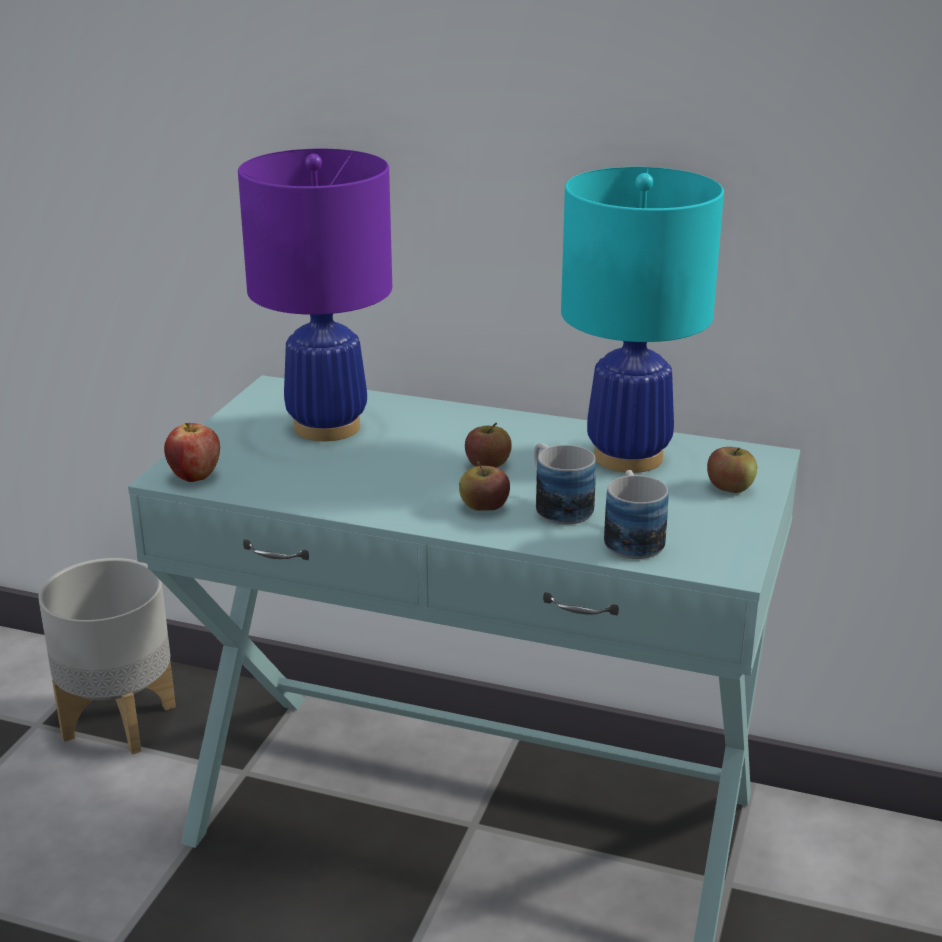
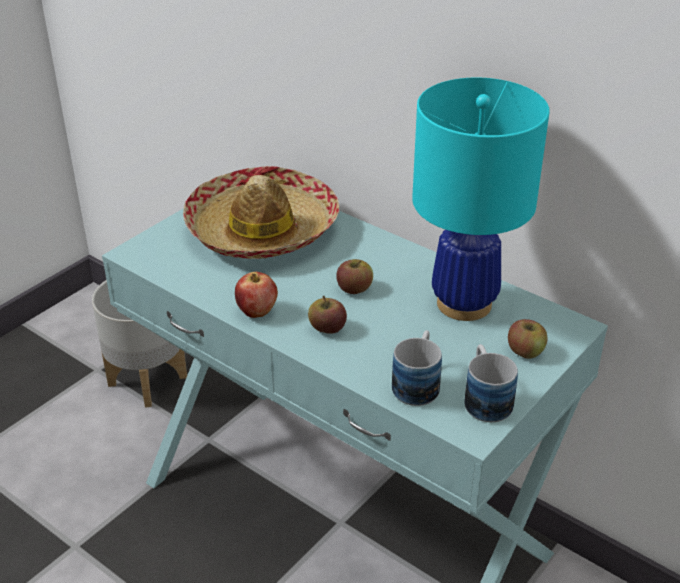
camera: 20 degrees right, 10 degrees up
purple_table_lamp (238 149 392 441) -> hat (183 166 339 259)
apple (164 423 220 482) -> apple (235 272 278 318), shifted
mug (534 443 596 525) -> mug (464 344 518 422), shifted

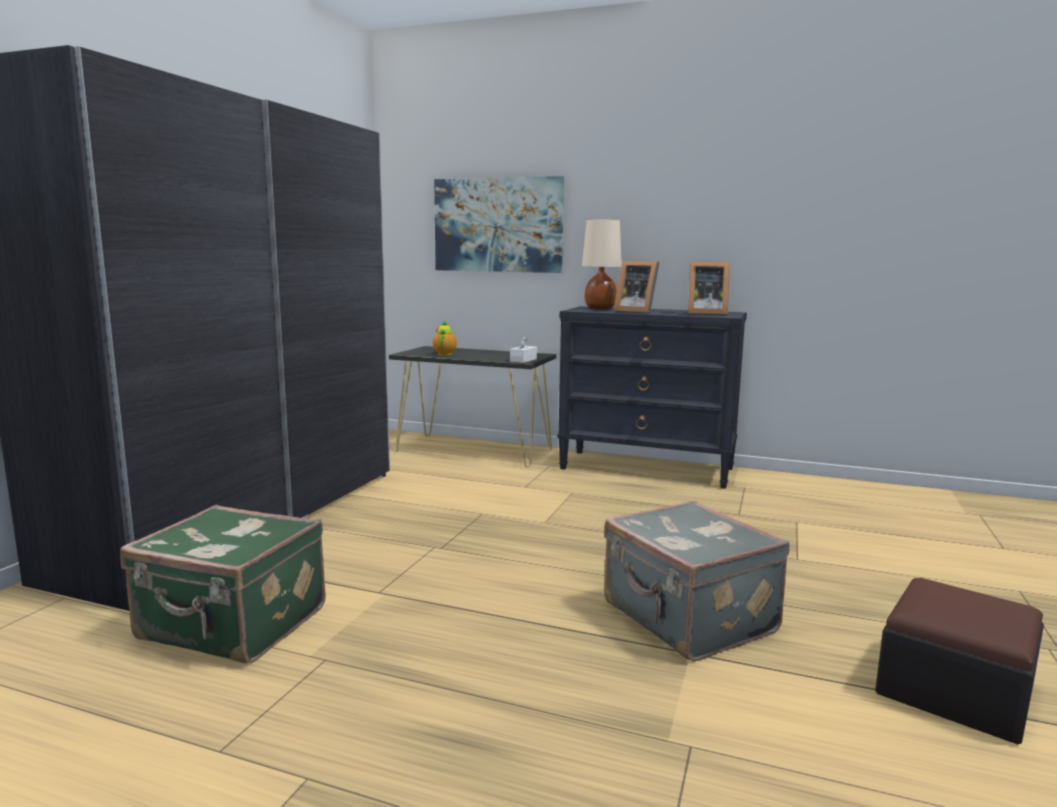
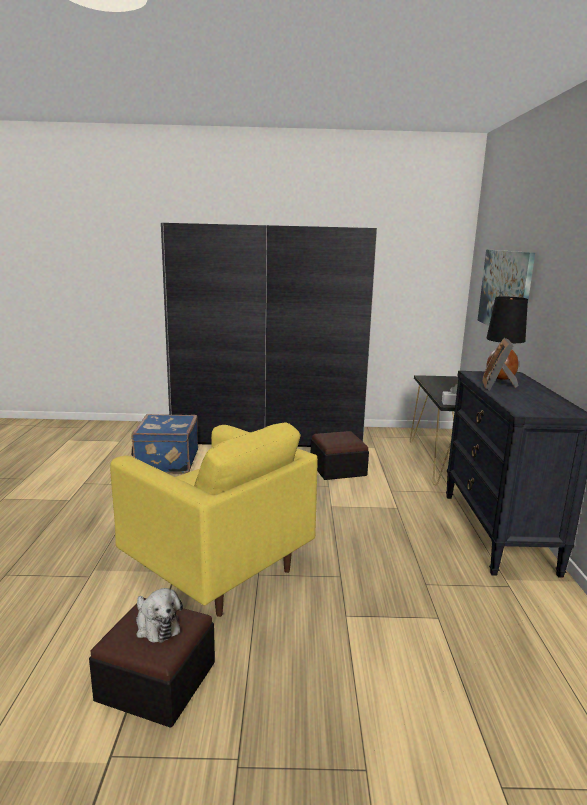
camera: 70 degrees right, 5 degrees up
grey_suitcase (604 501 790 662) -> yellow_armchair (110 422 318 617)
green_suitcase (120 505 326 663) -> blue_suitcase (131 414 198 474)
none -> plush_toy (136 588 183 643)
none -> ottoman (311 431 369 480)
beige_table_lamp (582 219 622 310) -> black_table_lamp (486 296 528 380)
teapot (433 320 457 355) -> none
picture_frame (688 261 730 316) -> none

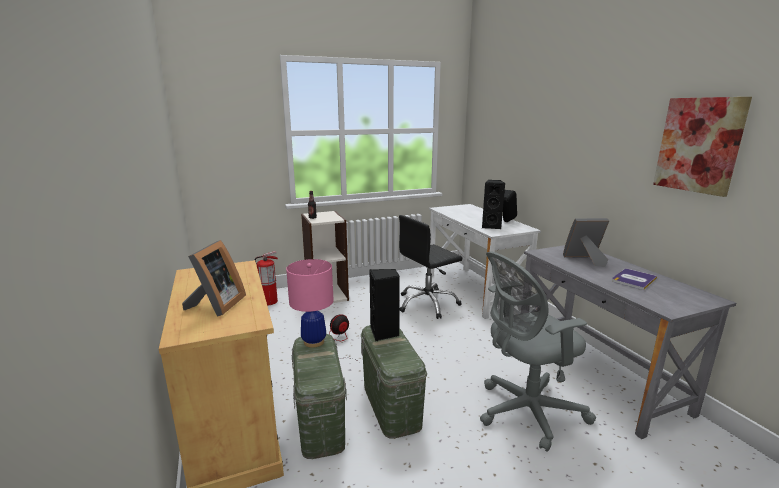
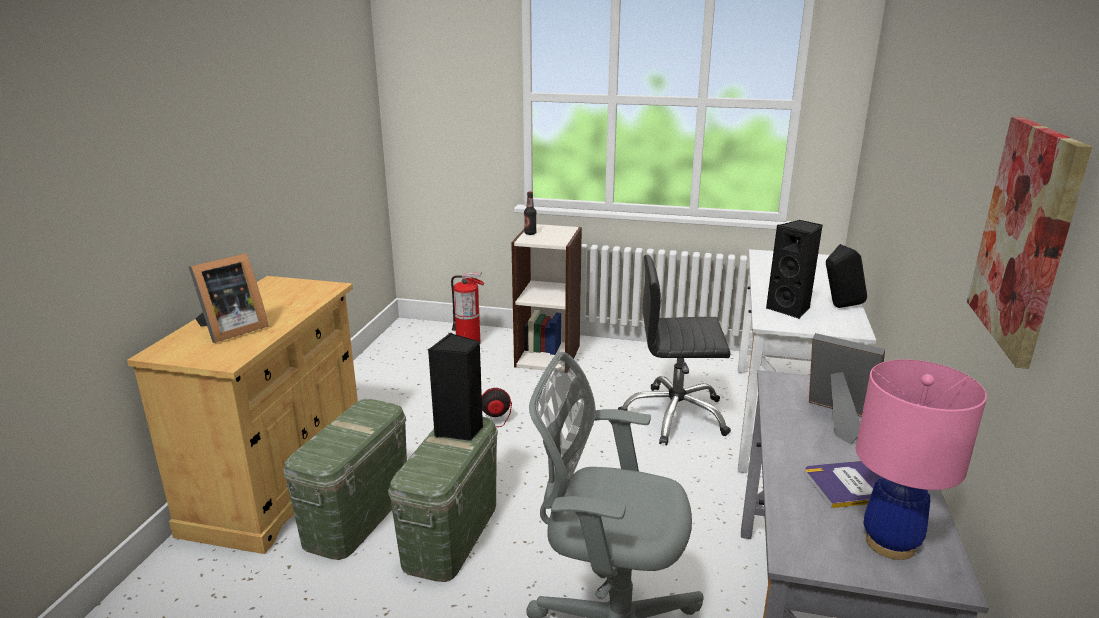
camera: 35 degrees right, 5 degrees up
pink_table_lamp (286 259 334 348) -> pink_table_lamp (856 359 987 560), shifted

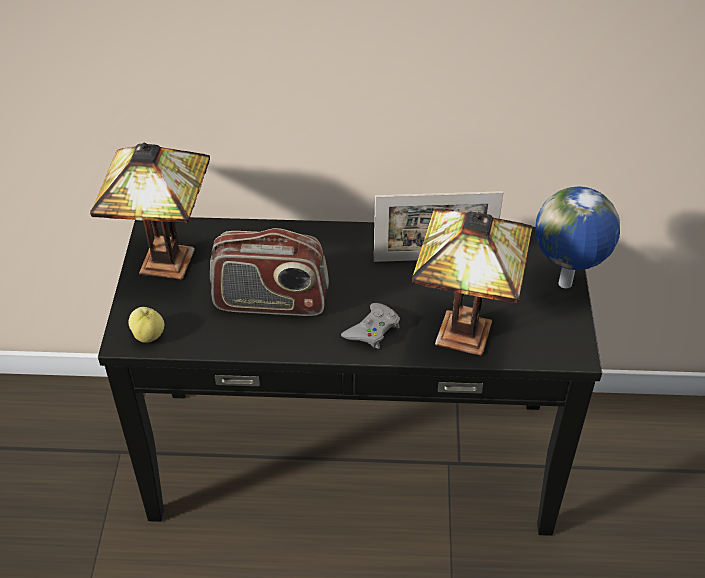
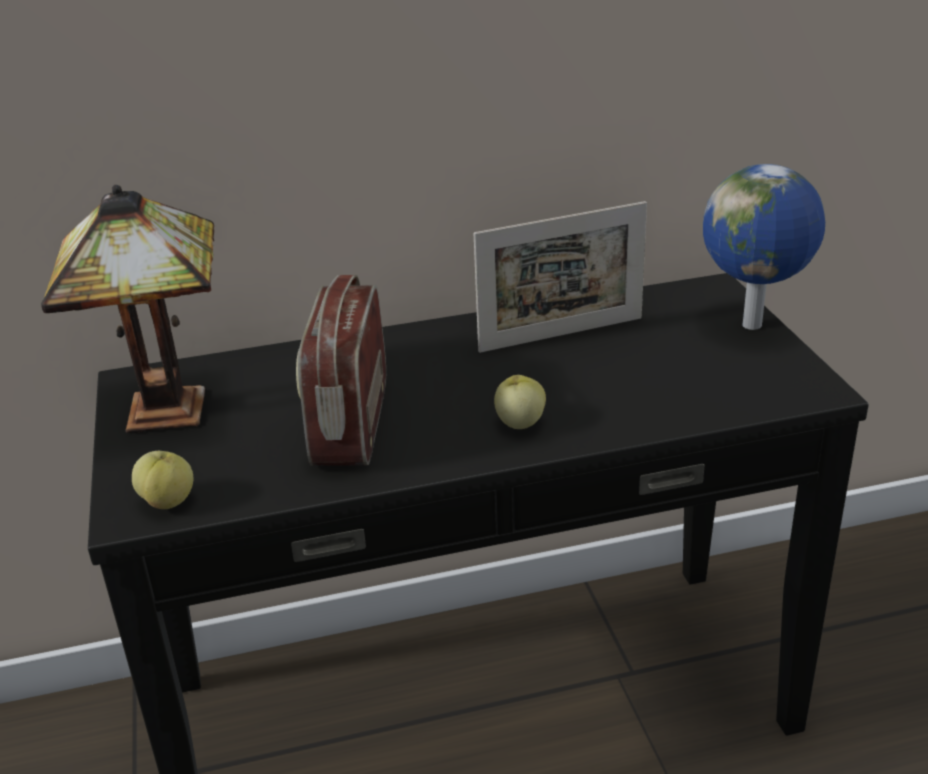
camera: 15 degrees left, 15 degrees down
radio (210 228 329 316) -> radio (296 275 386 466), 105 degrees clockwise
grey_game_controller (341 303 400 349) -> apple (494 375 546 429)
table_lamp (412 209 533 356) -> none

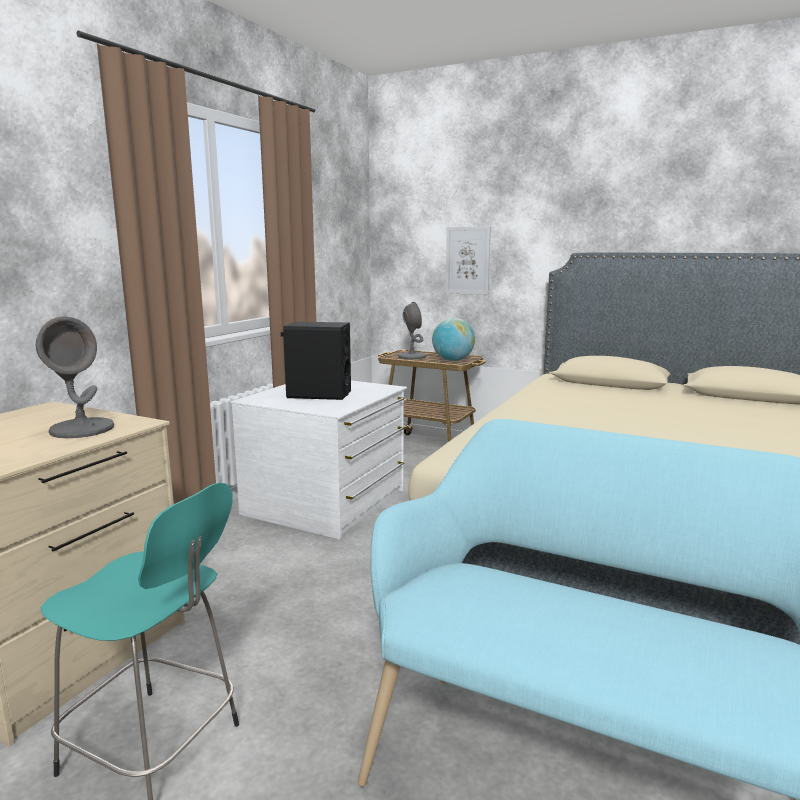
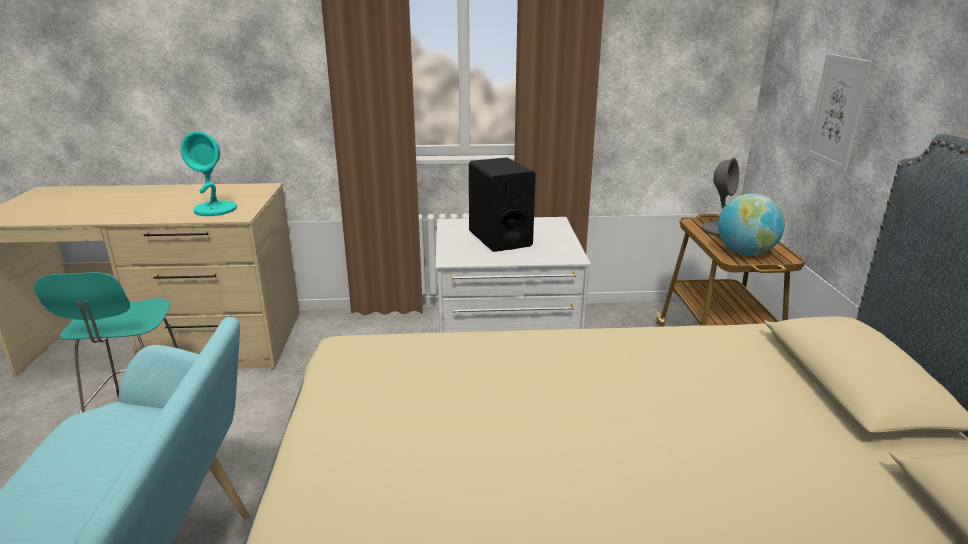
camera: 60 degrees right, 10 degrees up
grey_table_lamp (36 316 114 438) -> turquoise_table_lamp (180 131 237 216)

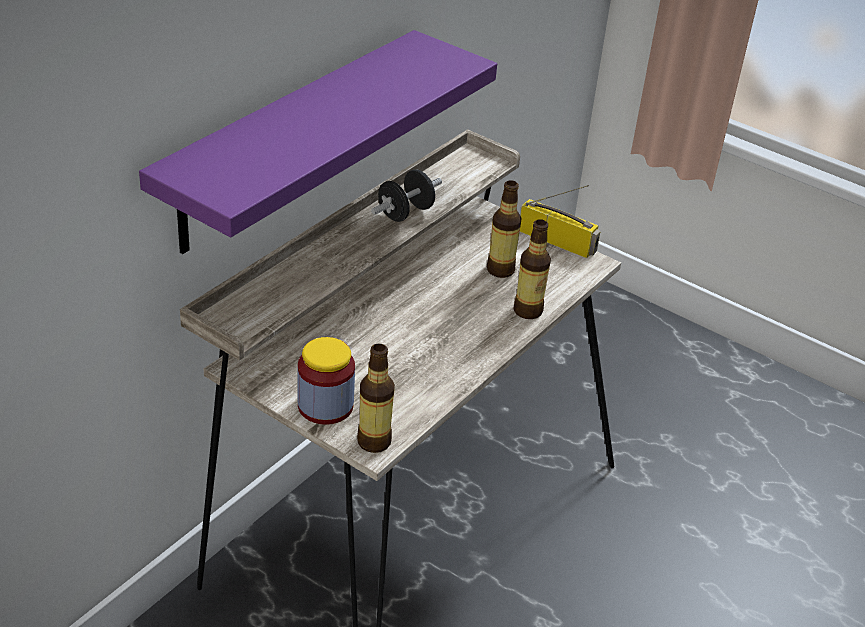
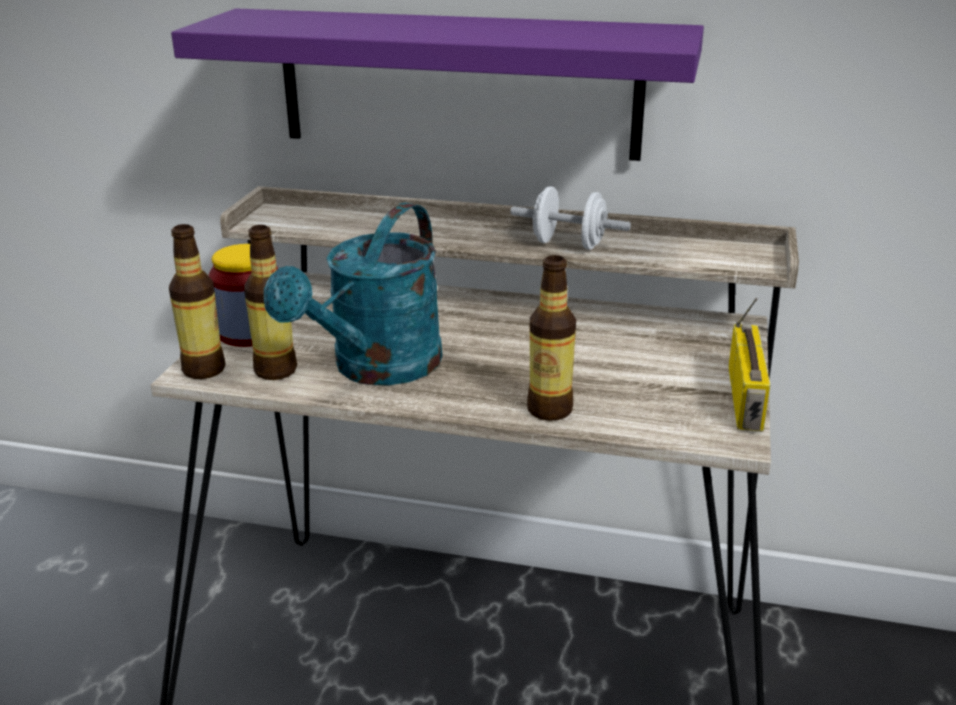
camera: 70 degrees right, 10 degrees down
bottle (487 180 522 278) -> bottle (244 225 297 380), shifted
none -> turquoise_watering_can (264 203 442 386)
black_dumbbell (371 169 442 222) -> white_dumbbell (510 186 631 250)

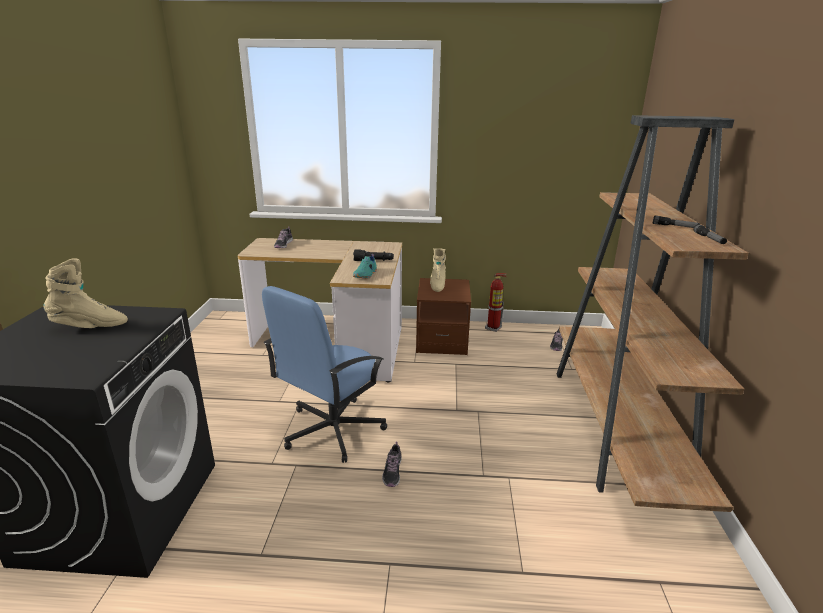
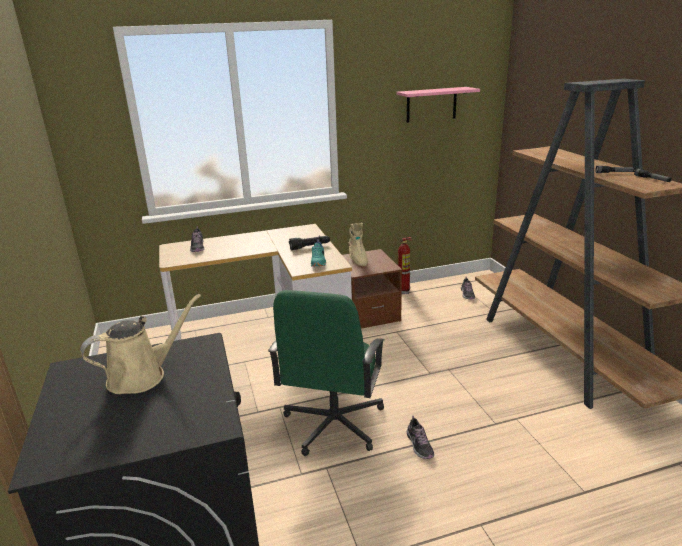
camera: 20 degrees left, 0 degrees up
beige_boot (43 258 128 328) -> beige_watering_can (80 294 201 394)
blue_office_chair (262 286 387 463) -> green_office_chair (268 290 385 456)
none -> pink_shelf (396 87 480 123)

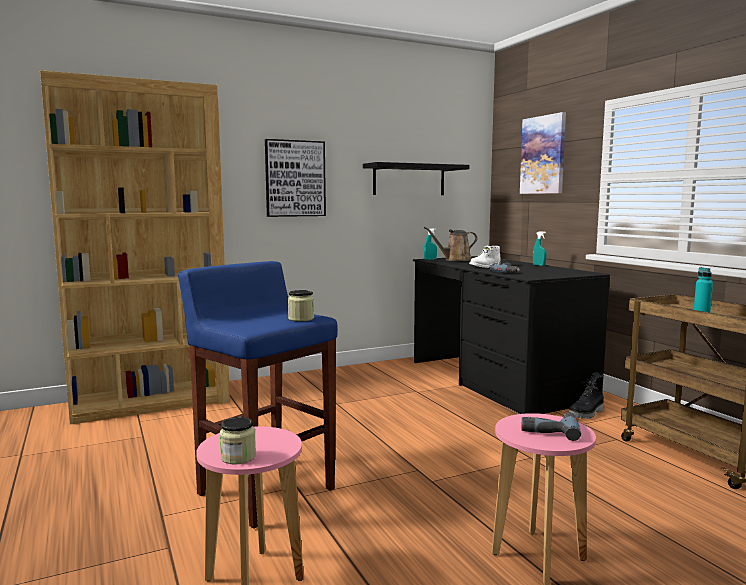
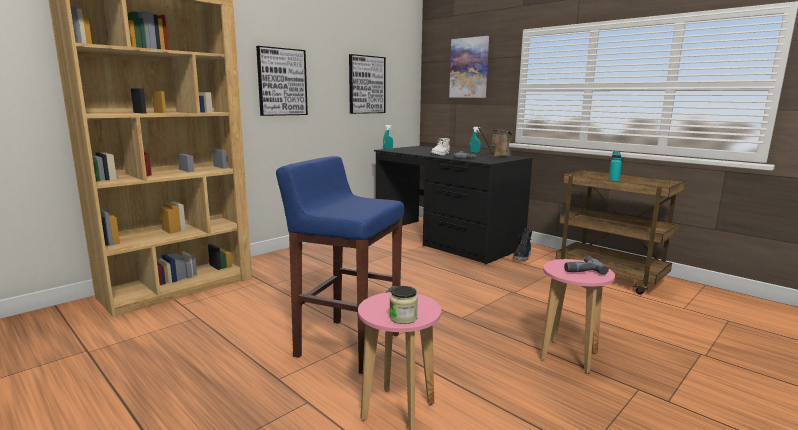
camera: 20 degrees left, 5 degrees up
black_shelf (363 162 469 195) -> picture (349 54 386 114)
brown_watering_can (424 227 477 261) -> brown_watering_can (478 127 512 157), shifted
jar (288 290 314 321) -> none

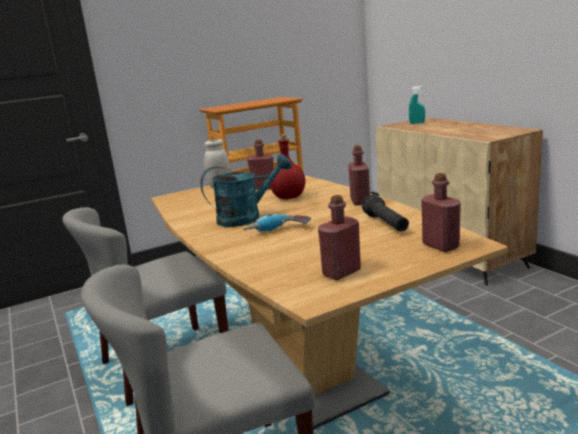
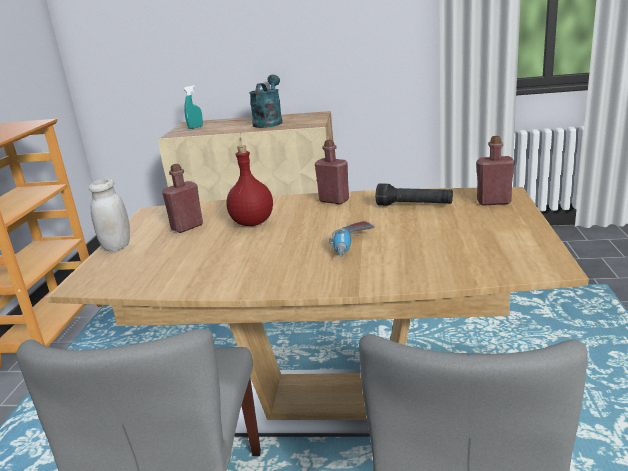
camera: 55 degrees left, 5 degrees up
turquoise_watering_can (200 154 291 227) -> turquoise_watering_can (249 75 283 128), shifted
red_bottle (318 195 361 280) -> none

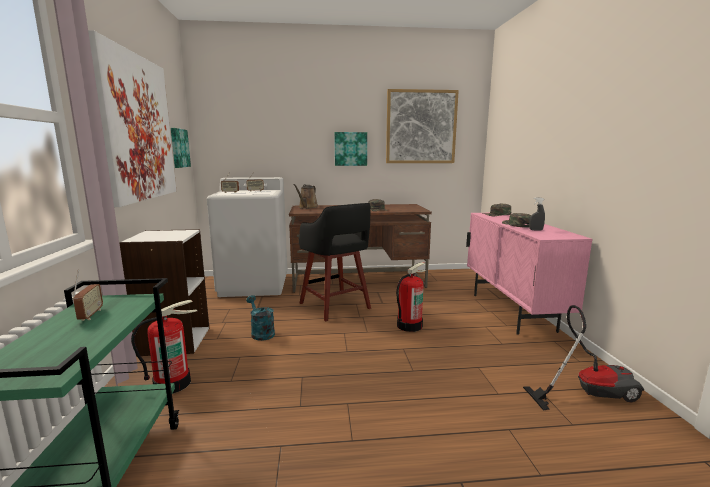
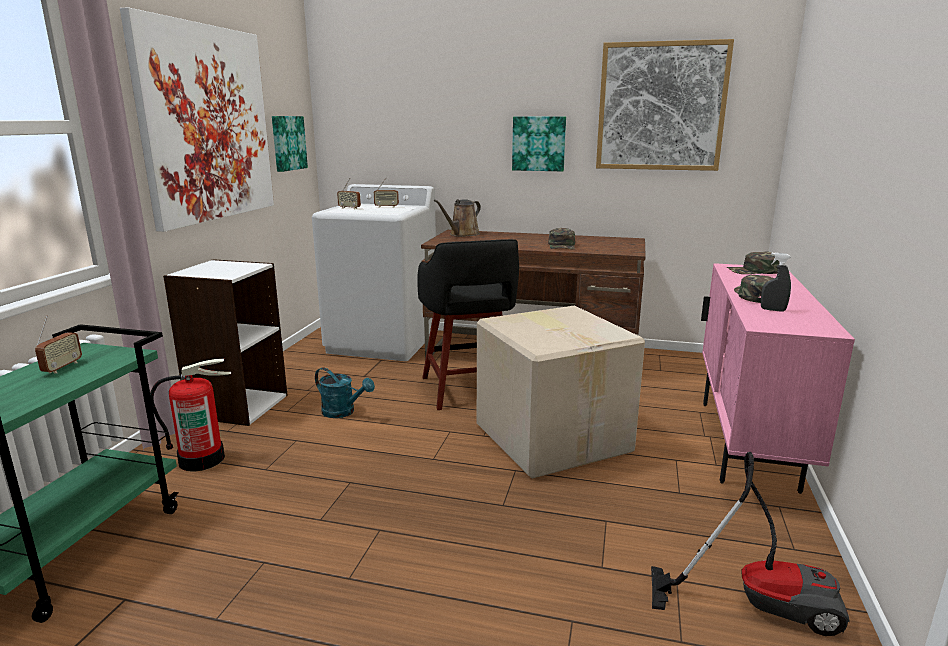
camera: 20 degrees right, 5 degrees up
turquoise_watering_can (246 295 275 341) -> turquoise_watering_can (315 367 375 418), 135 degrees clockwise
fire_extinguisher (396 262 427 332) -> cardboard_box (477 305 645 479)

